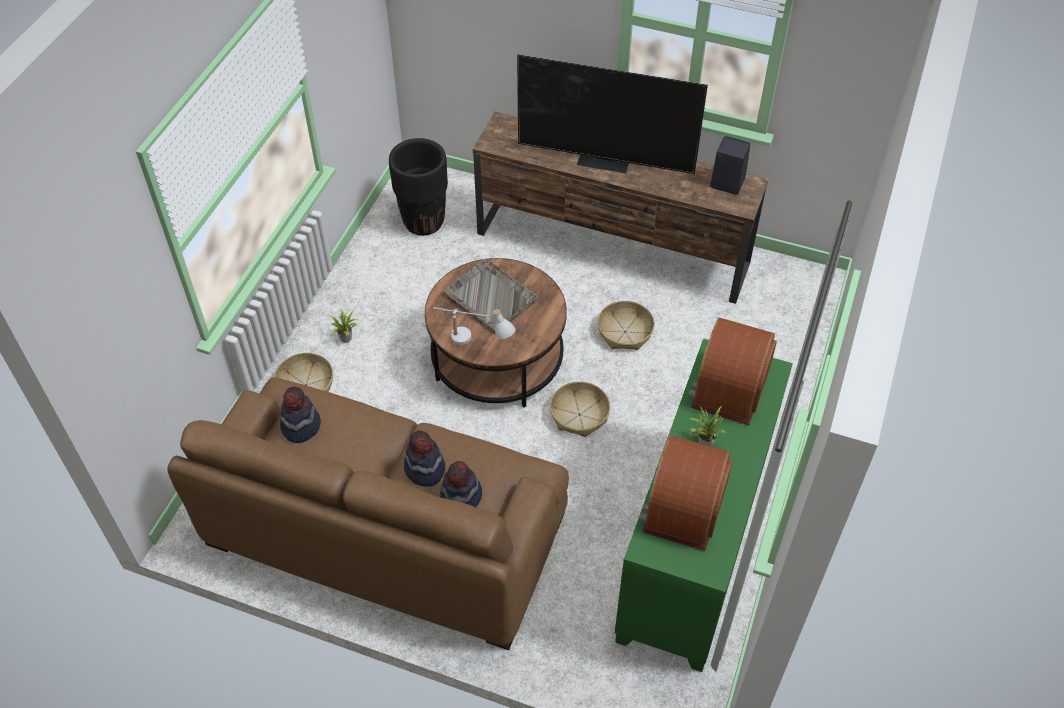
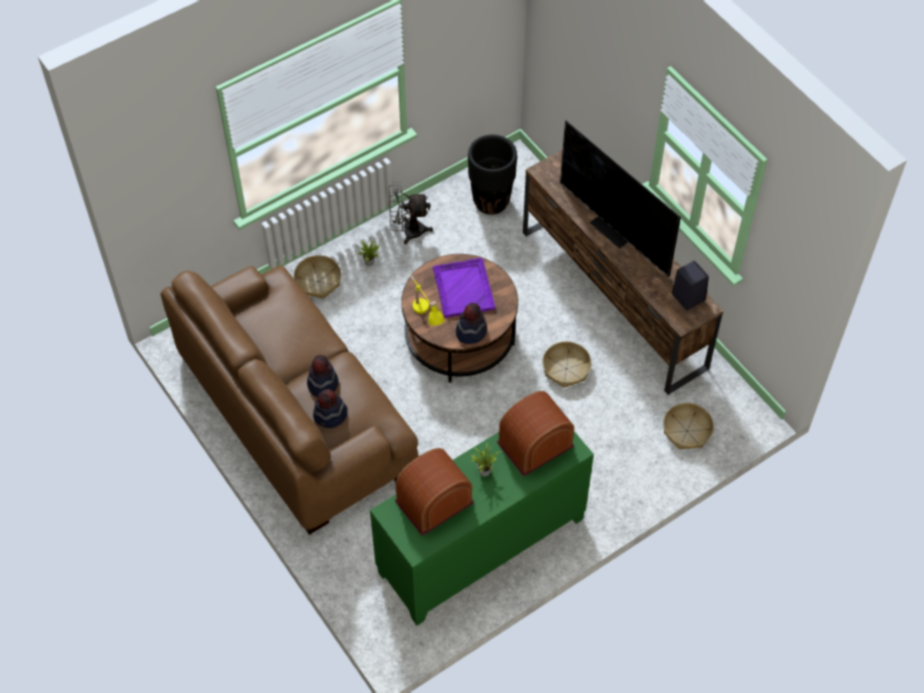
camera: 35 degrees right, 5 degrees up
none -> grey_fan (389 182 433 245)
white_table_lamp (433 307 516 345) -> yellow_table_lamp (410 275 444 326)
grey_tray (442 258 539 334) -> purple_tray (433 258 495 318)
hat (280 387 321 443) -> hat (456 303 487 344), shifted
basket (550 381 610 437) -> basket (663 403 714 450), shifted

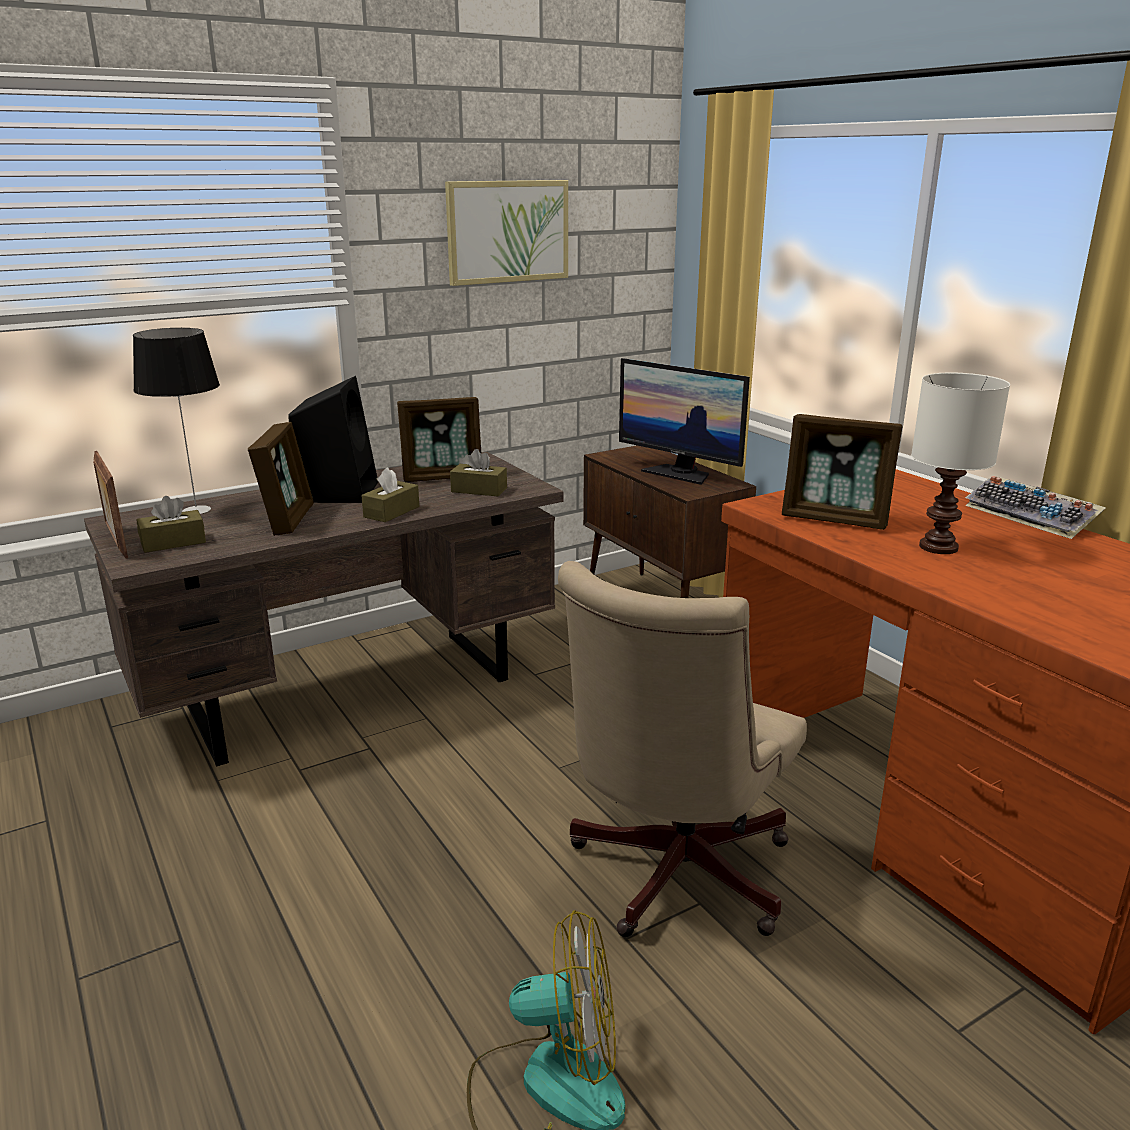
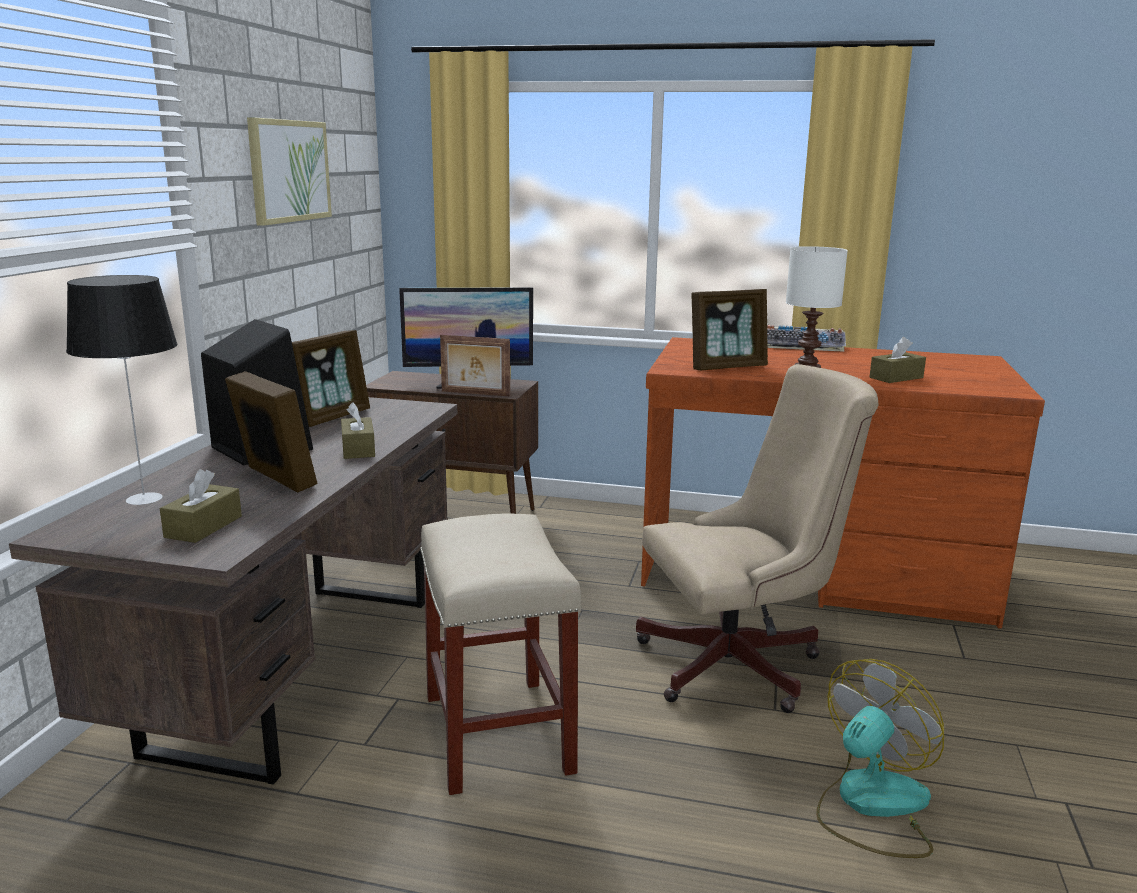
camera: 45 degrees left, 5 degrees down
none -> beige_stool (420 513 581 795)
picture_frame (93 451 128 558) -> picture_frame (440 335 510 396), shifted
beige_office_chair (558 561 807 937) -> beige_office_chair (636 364 879 713), 90 degrees counterclockwise
brown_tissue_box (450 449 507 496) -> brown_tissue_box (870 337 926 383), shifted

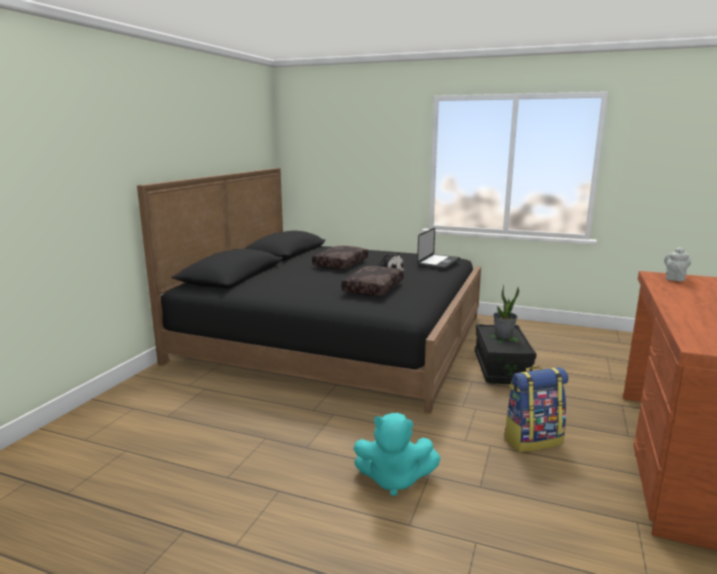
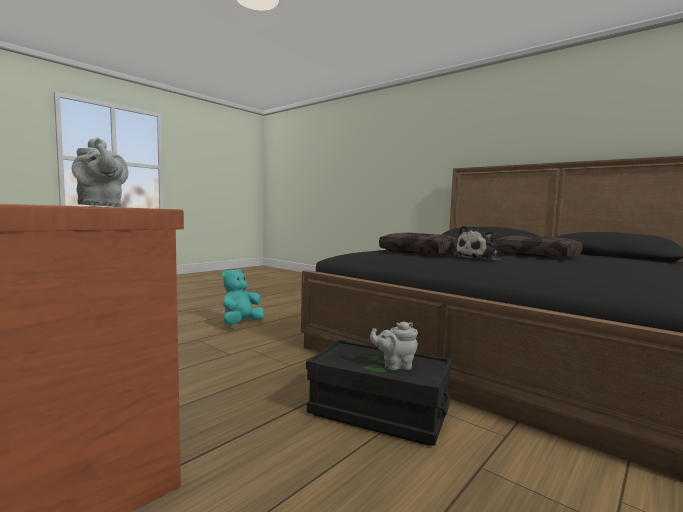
camera: 110 degrees right, 10 degrees down
potted_plant (493 285 519 339) -> grey_teapot (370 322 418 370)
laptop (417 228 460 269) -> none
backpack (504 366 568 452) -> none

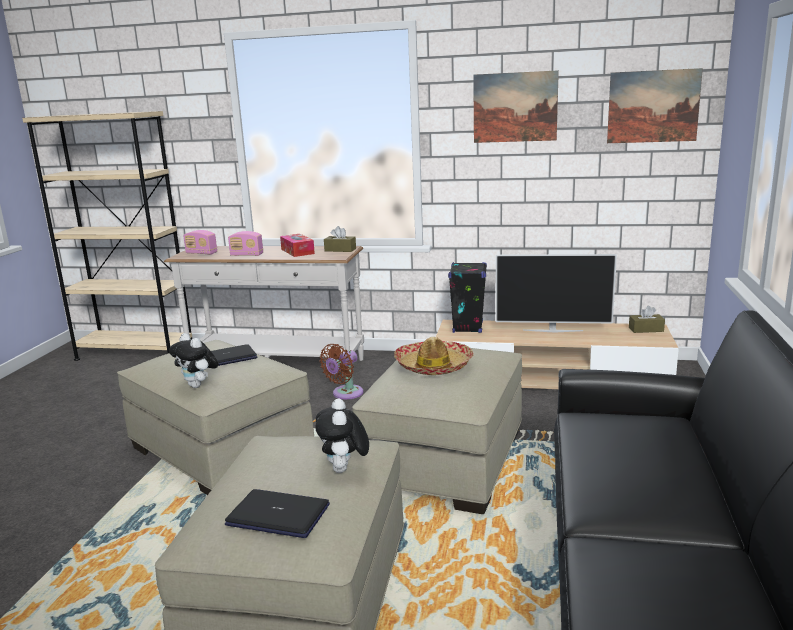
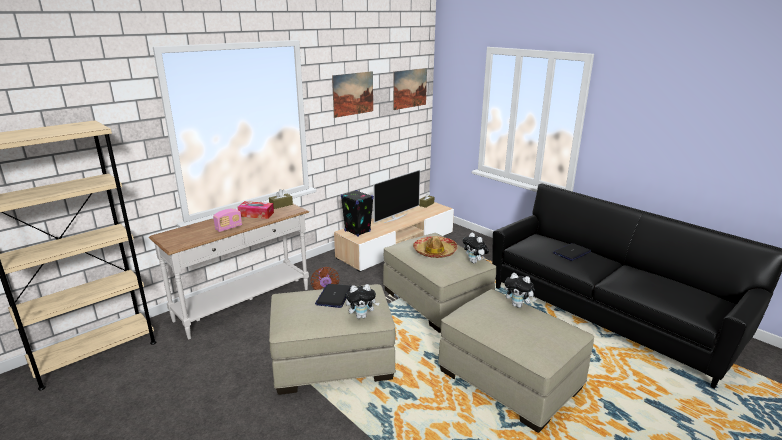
camera: 55 degrees left, 5 degrees up
none -> plush_toy (463 232 489 263)
laptop (225 489 330 538) -> laptop (553 243 591 261), shifted
radio (183 230 217 255) -> none

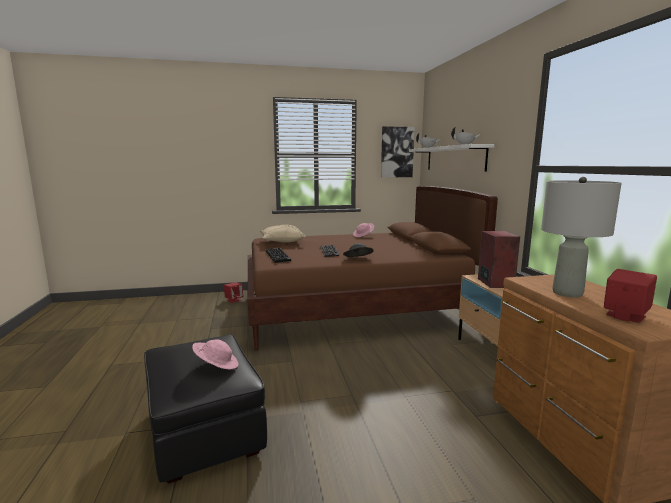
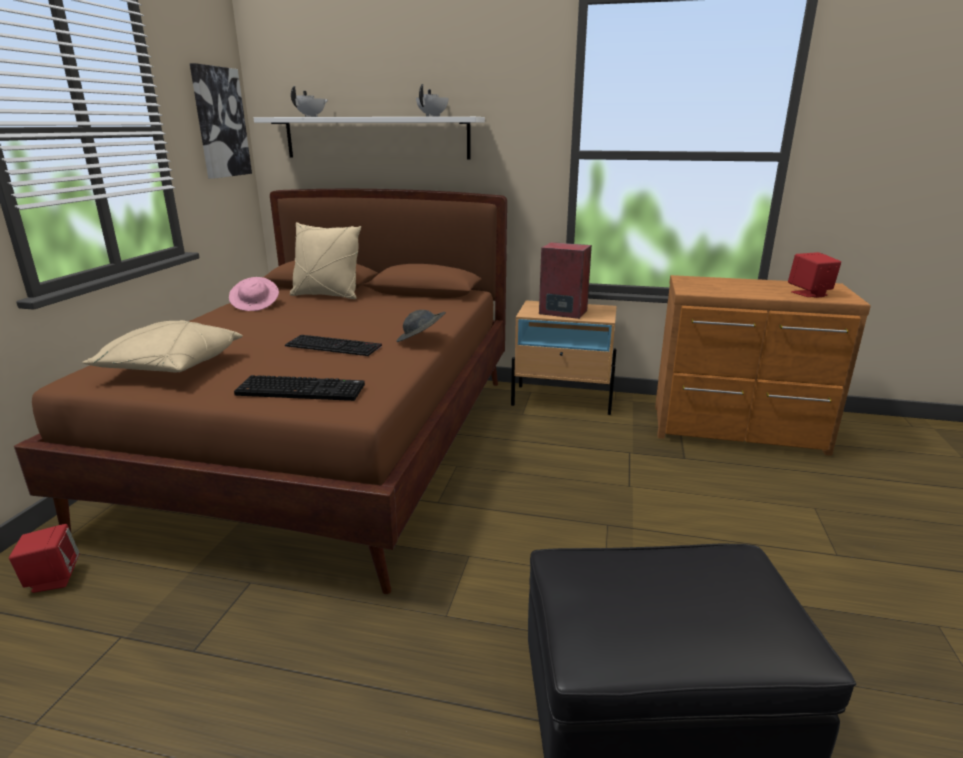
camera: 65 degrees left, 10 degrees up
none -> beige_pillow (290 222 361 299)
pink_hat (192 339 239 369) -> none
grey_table_lamp (541 177 622 298) -> none

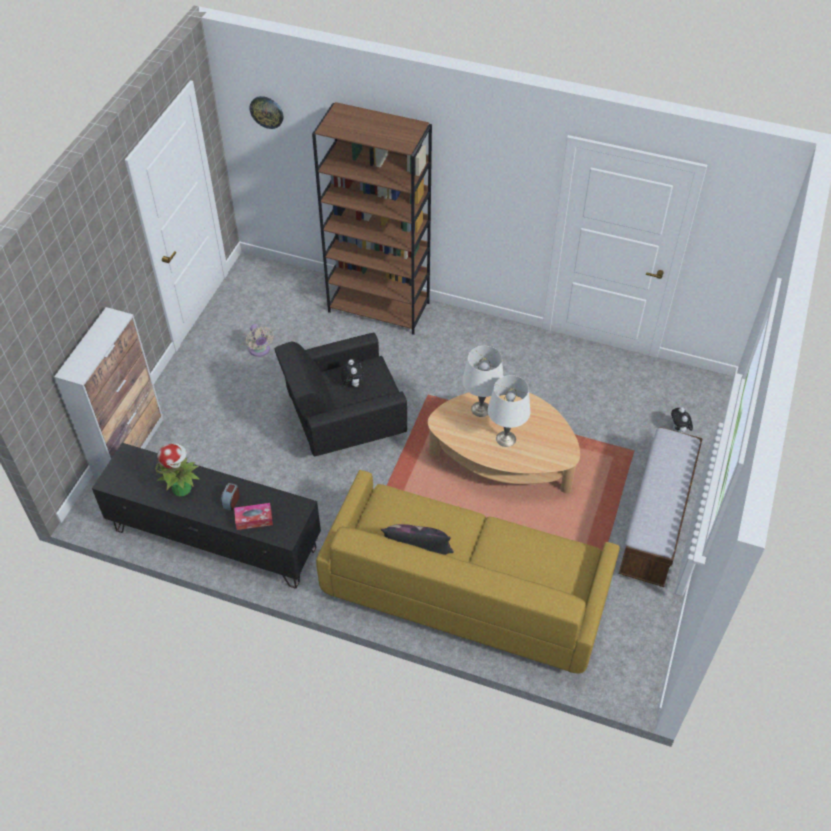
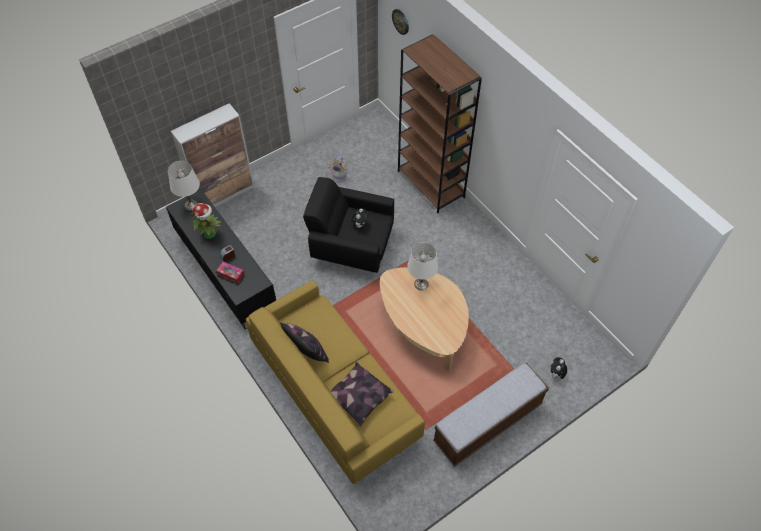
camera: 35 degrees right, 5 degrees up
white_table_lamp (488 375 531 447) -> white_table_lamp (168 161 200 210), shifted
none -> pillow (331 362 394 426)

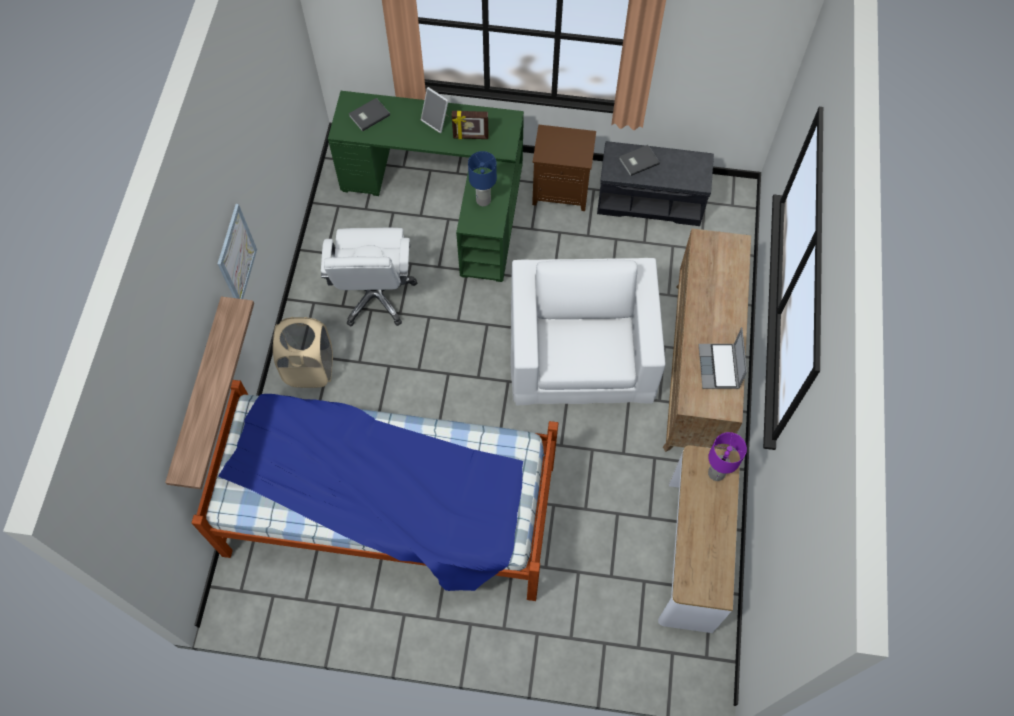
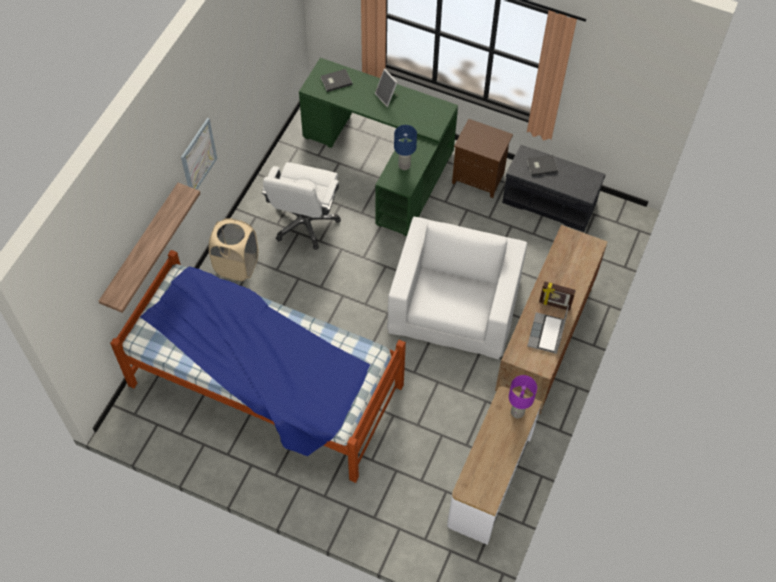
camera: 15 degrees right, 5 degrees down
picture_frame (452 111 489 139) -> picture_frame (539 281 576 311), shifted

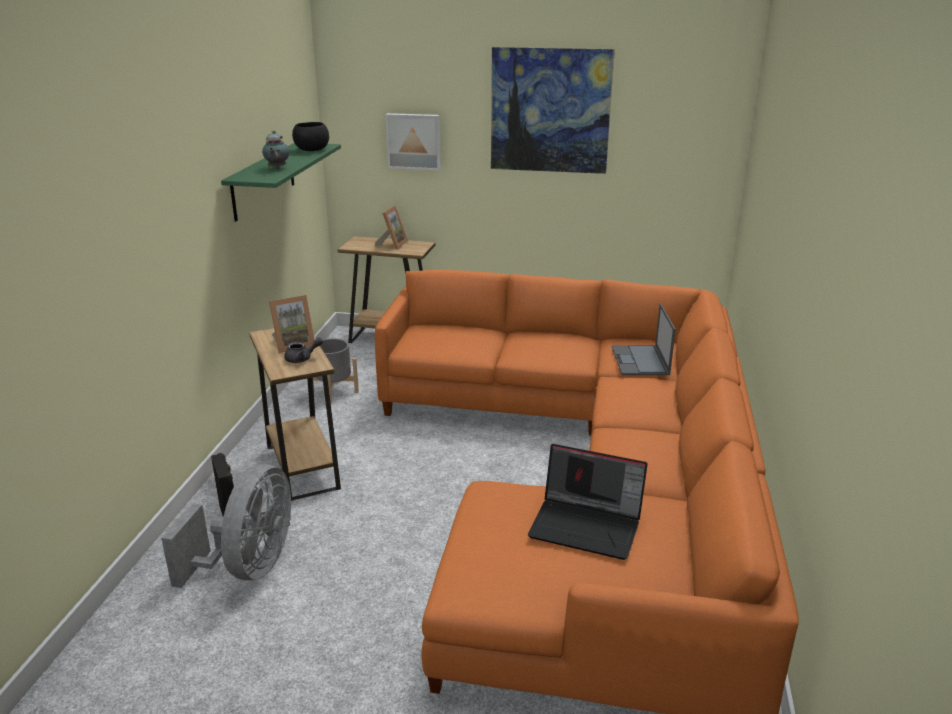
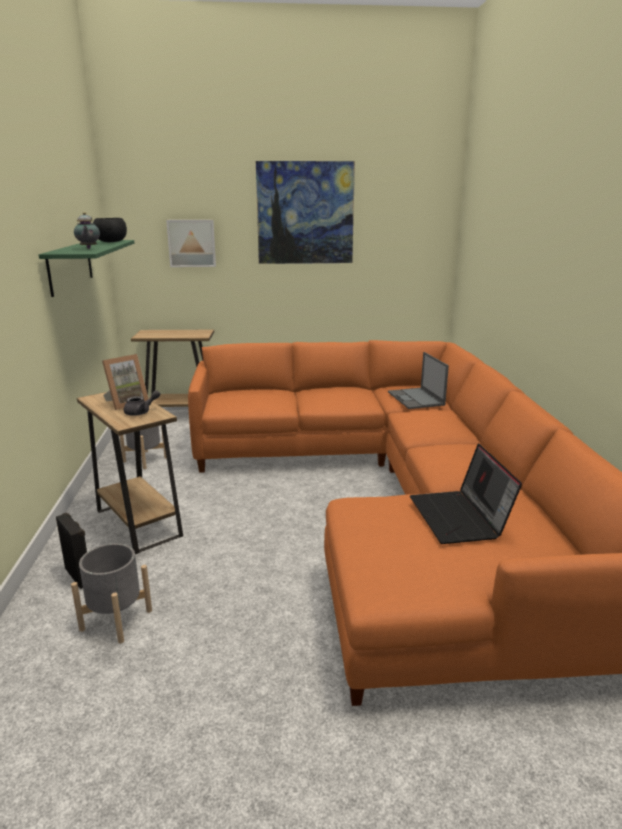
camera: 15 degrees left, 5 degrees down
grey_fan (161 464 291 588) -> grey_planter (71 543 152 643)
laptop (528 444 648 560) -> laptop (410 443 522 544), 75 degrees clockwise
picture_frame (375 205 408 249) -> none

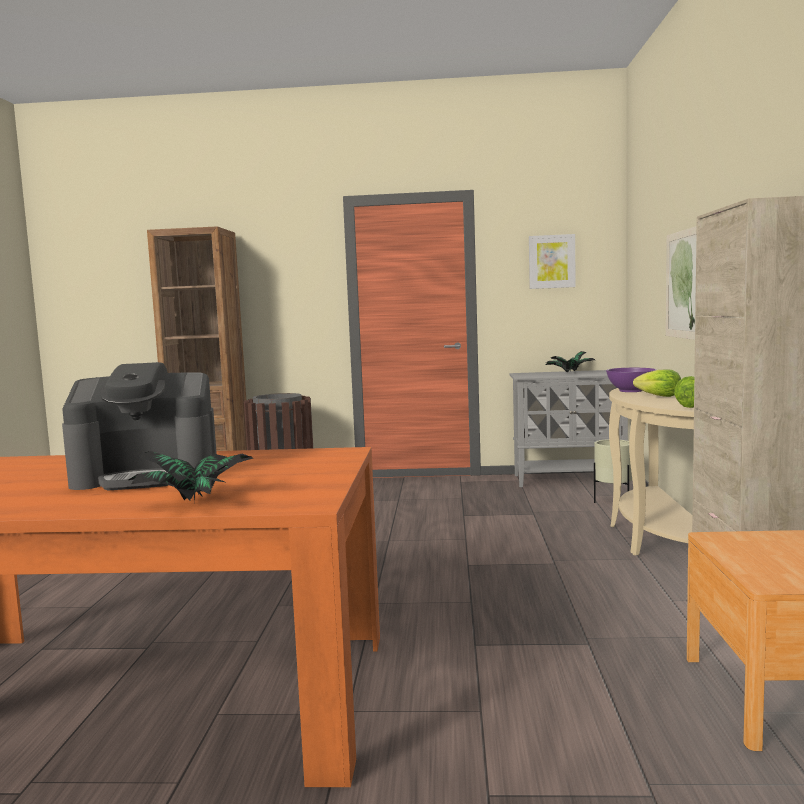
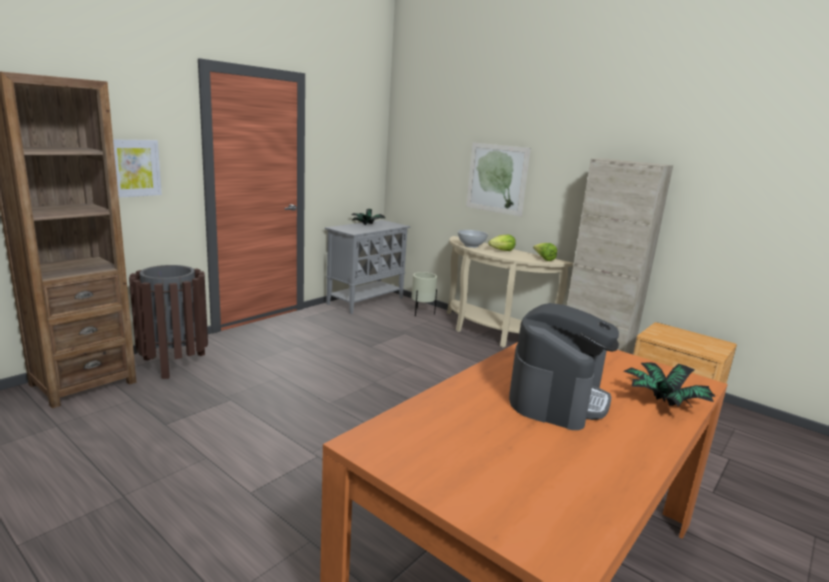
camera: 55 degrees left, 10 degrees up
picture (529 234 576 289) -> picture (113 139 162 198), shifted
purple_bowl (606 368 656 392) -> white_bowl (458 230 488 248)

